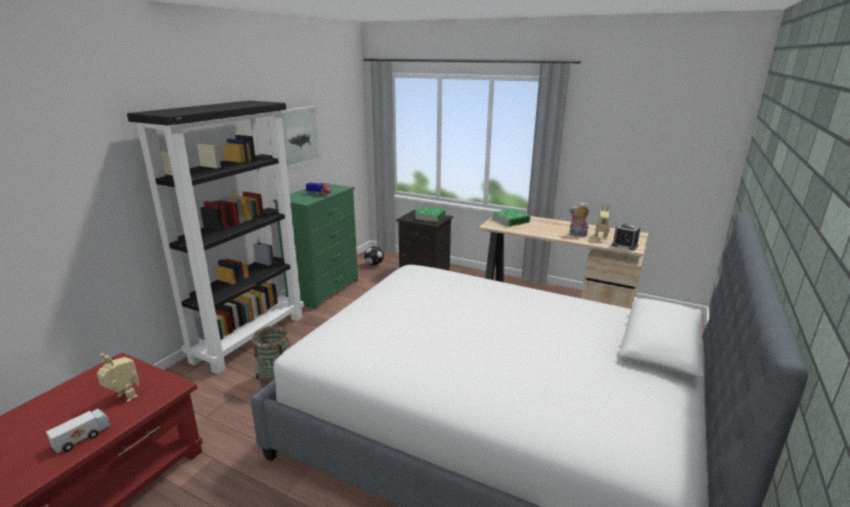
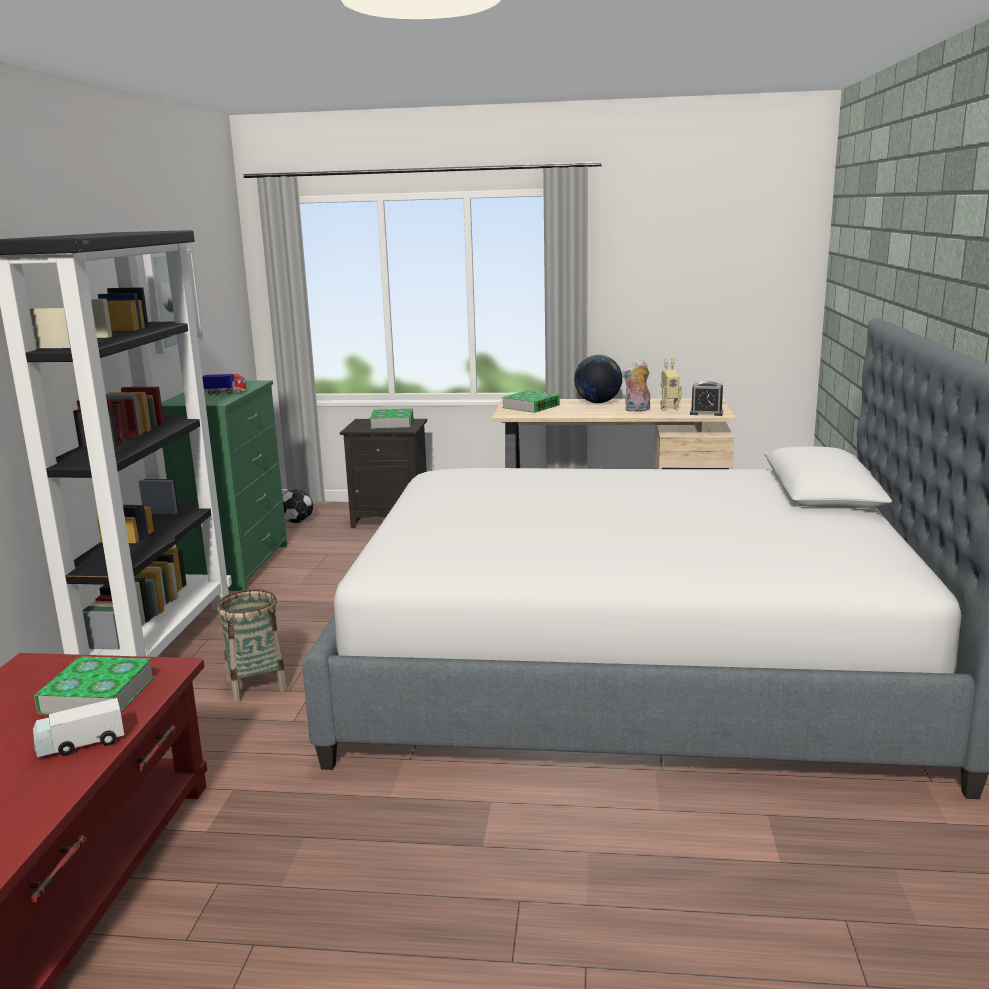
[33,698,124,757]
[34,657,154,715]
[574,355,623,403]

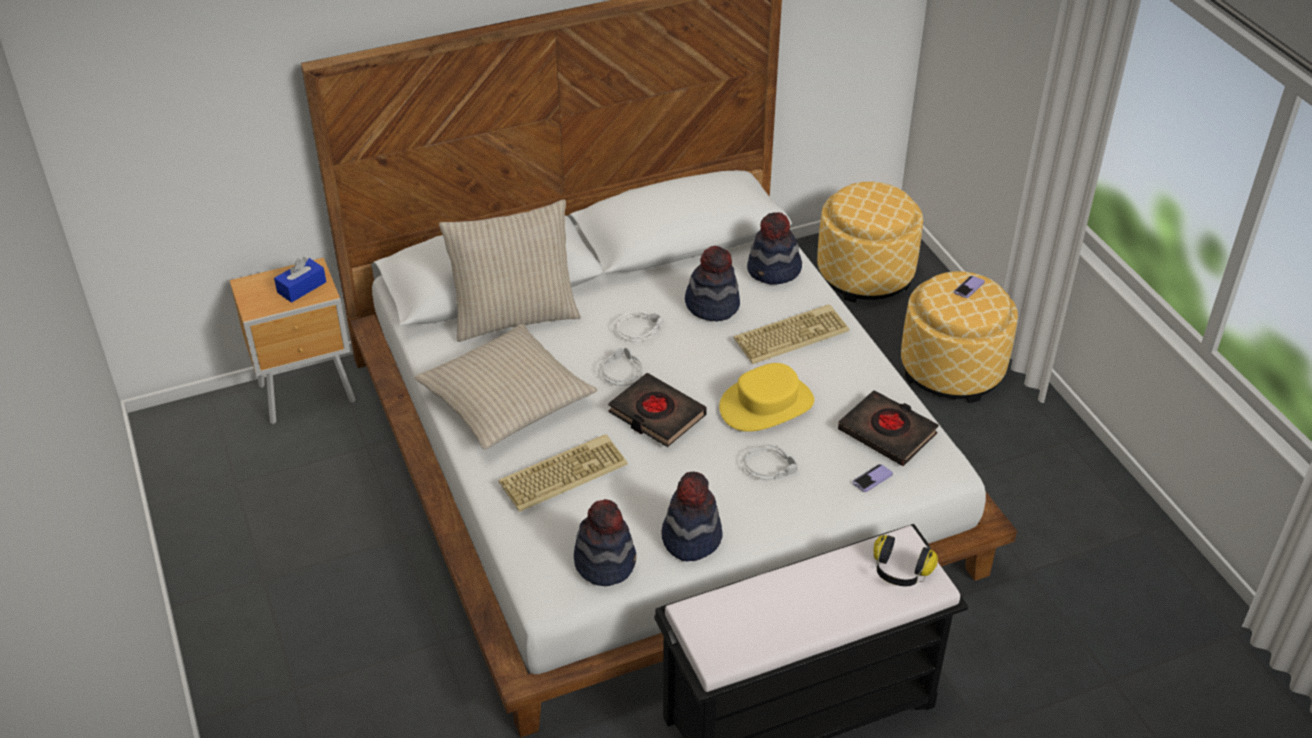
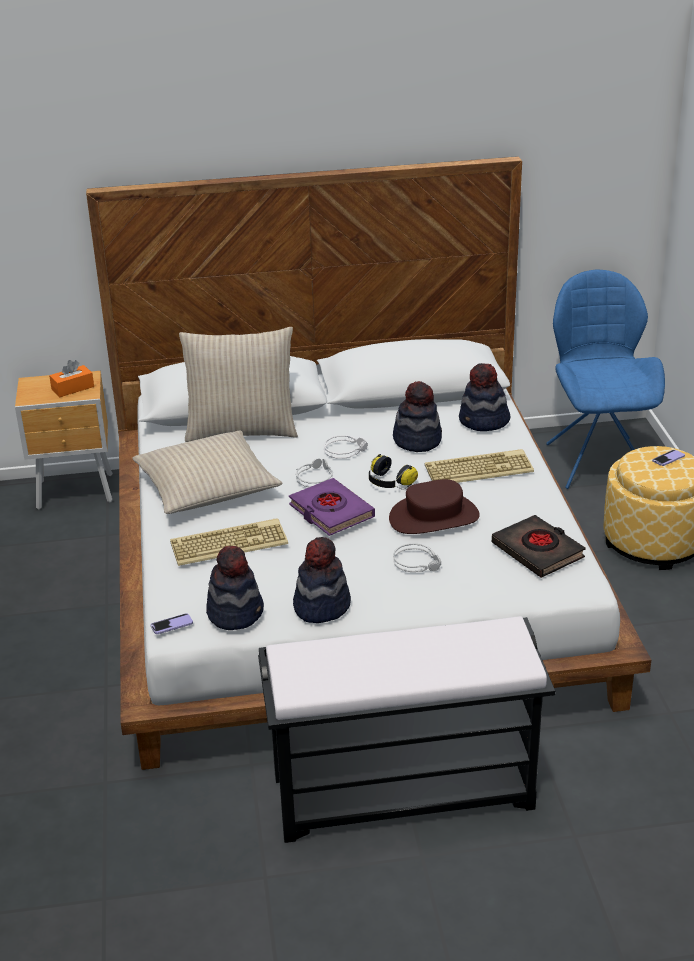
[49,360,94,397]
[150,613,193,634]
[289,478,375,536]
[369,454,418,490]
[389,479,480,534]
[546,270,665,489]

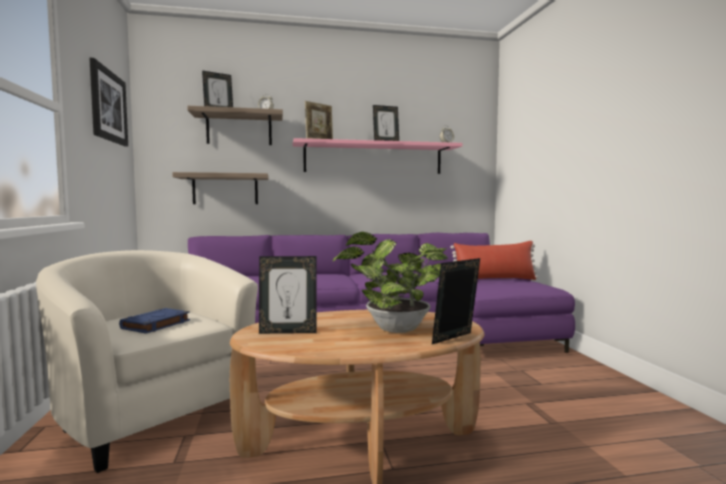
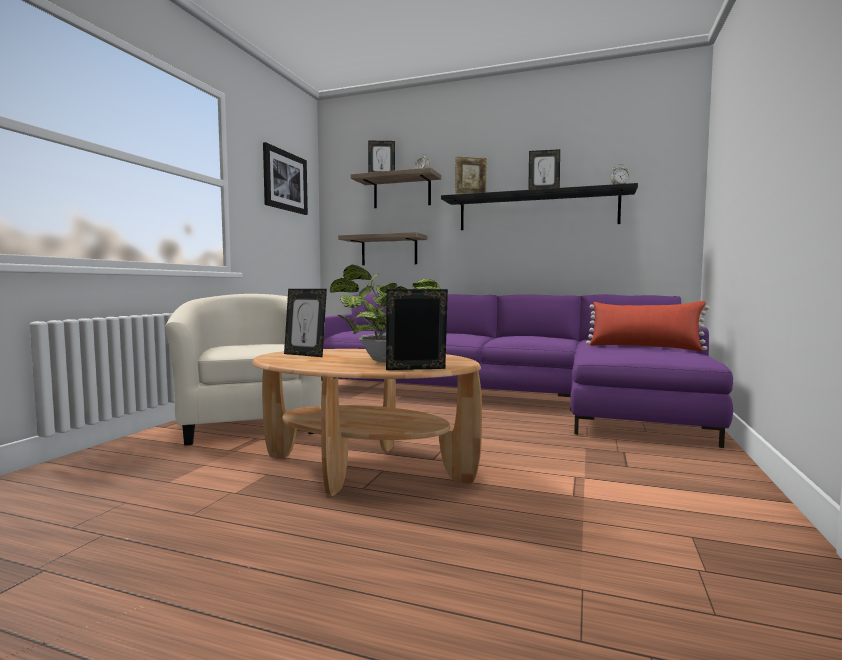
[441,183,638,230]
[119,308,190,334] (first image)

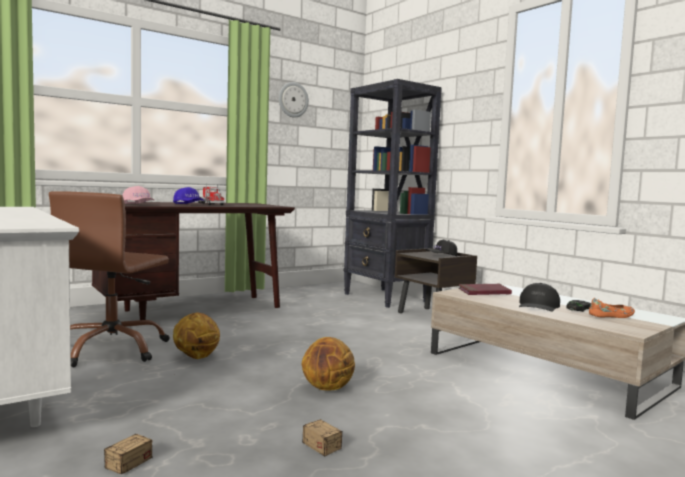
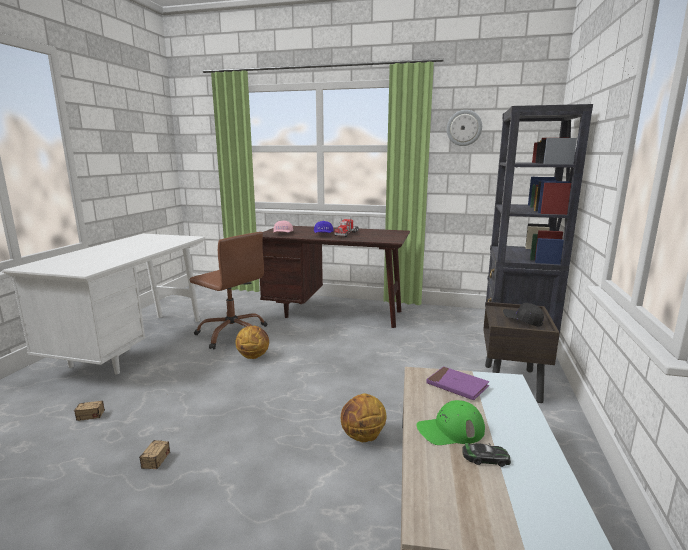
[190,232,267,349]
[341,394,386,442]
[417,400,485,445]
[426,366,489,400]
[589,298,635,318] (first image)

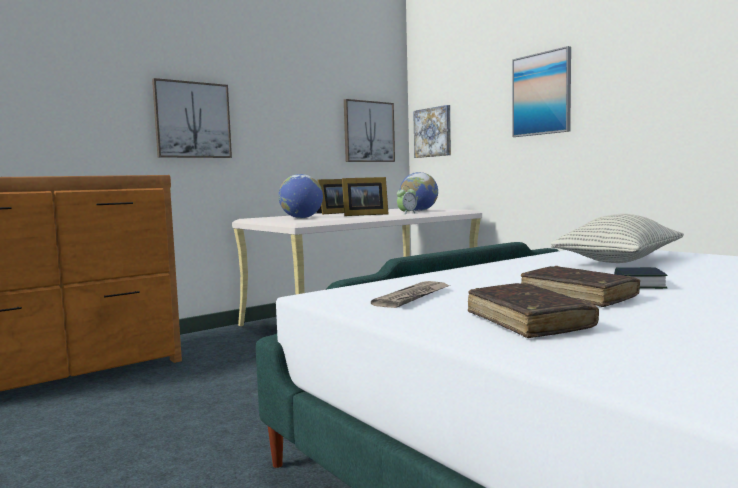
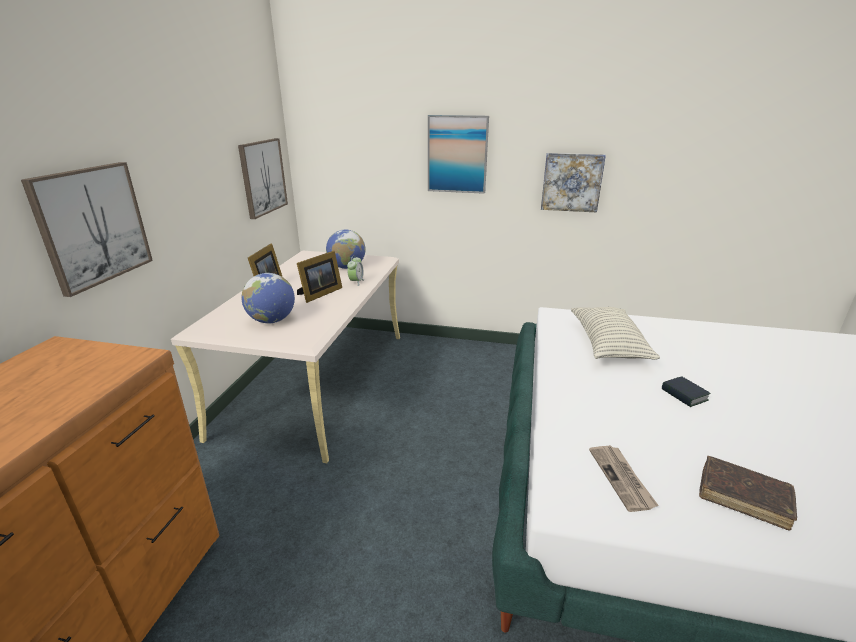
[541,153,606,212]
[521,266,640,307] (first image)

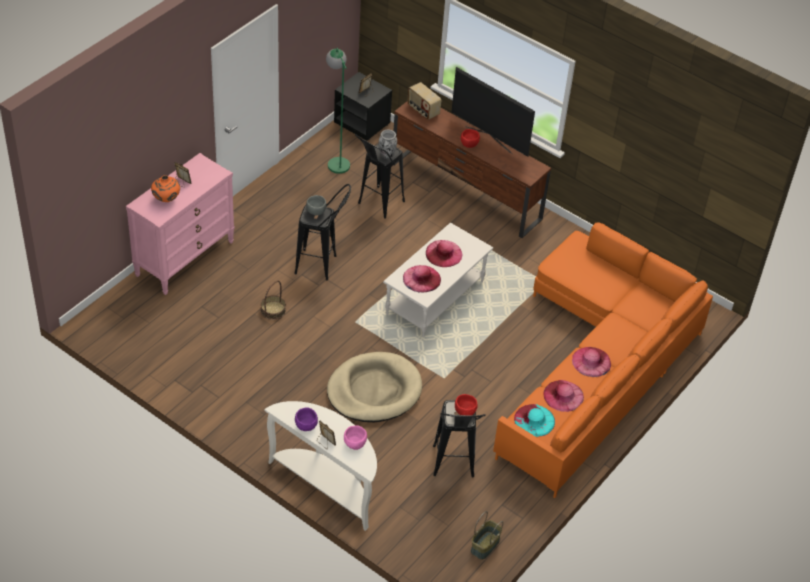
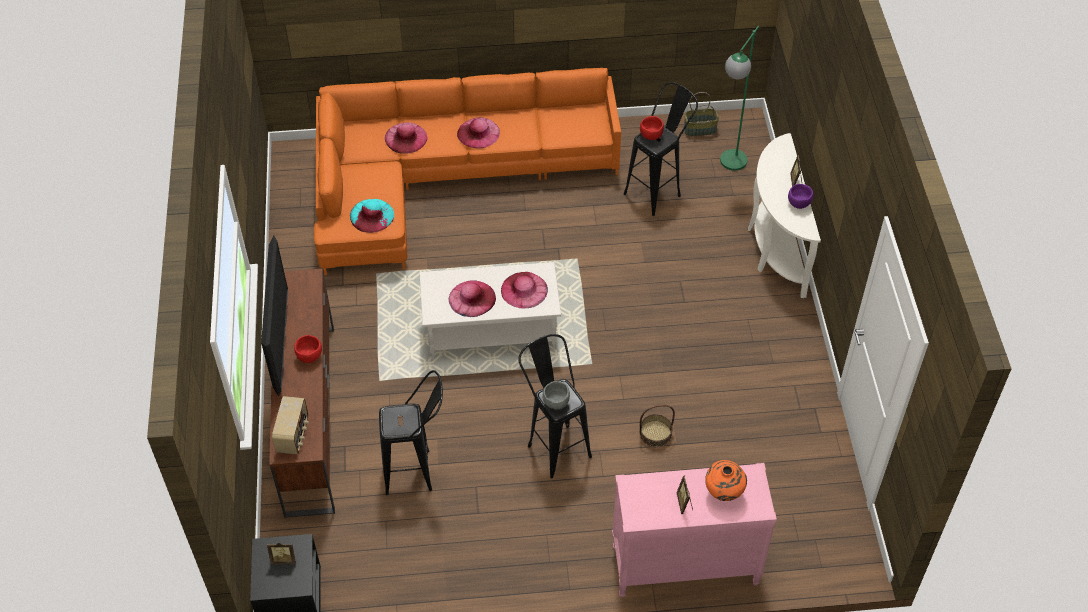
[350,199,394,233]
[385,122,428,154]
[720,26,759,171]
[327,352,422,422] (first image)
[344,425,367,450] (first image)
[379,130,397,159] (first image)

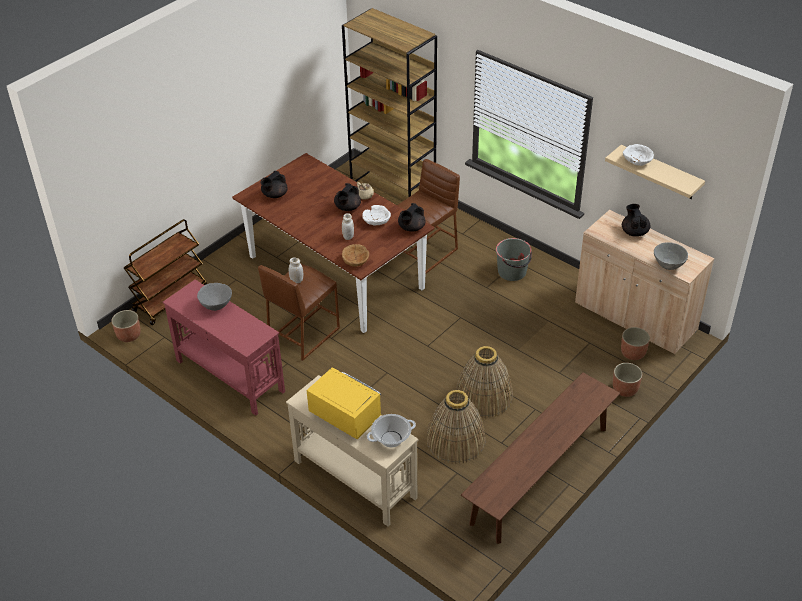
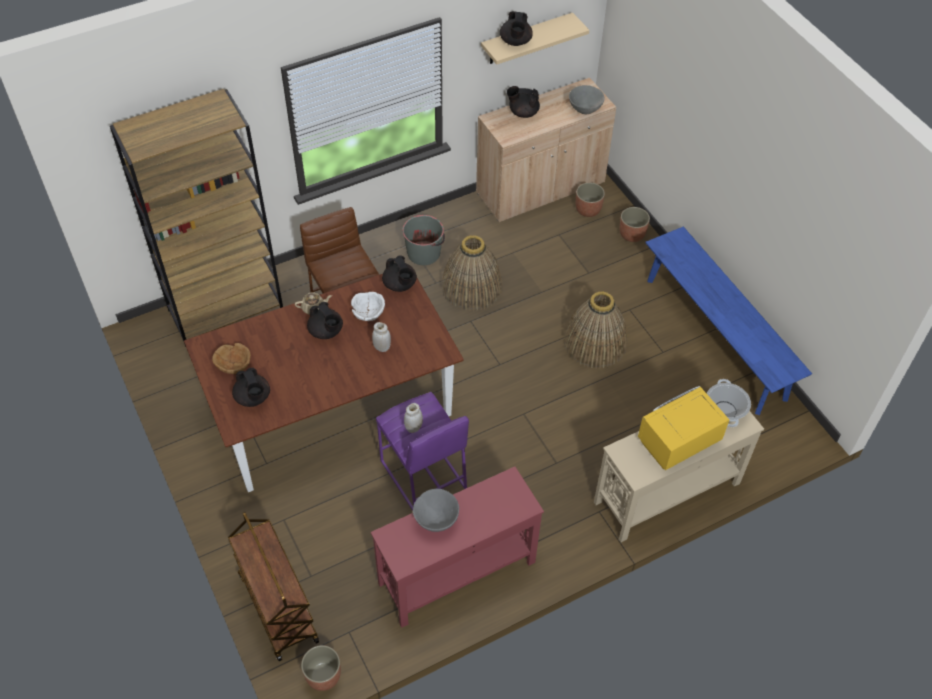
[212,343,251,374]
[376,392,469,511]
[442,235,503,311]
[500,11,533,46]
[645,227,812,415]

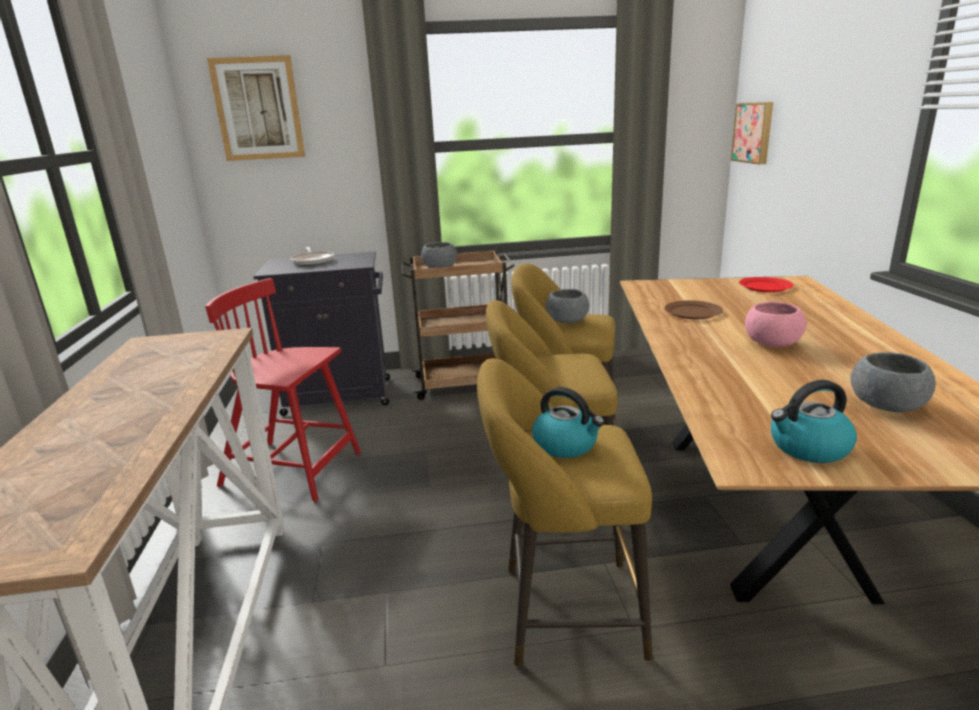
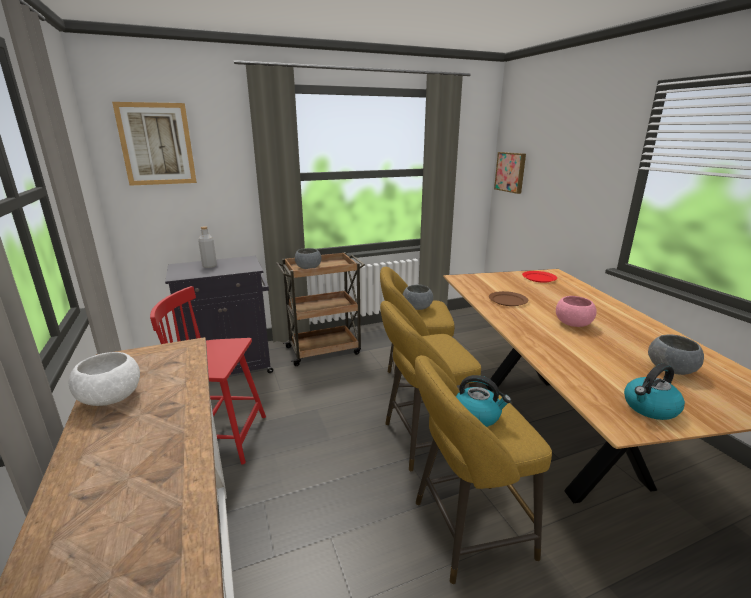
[69,352,140,406]
[198,226,217,268]

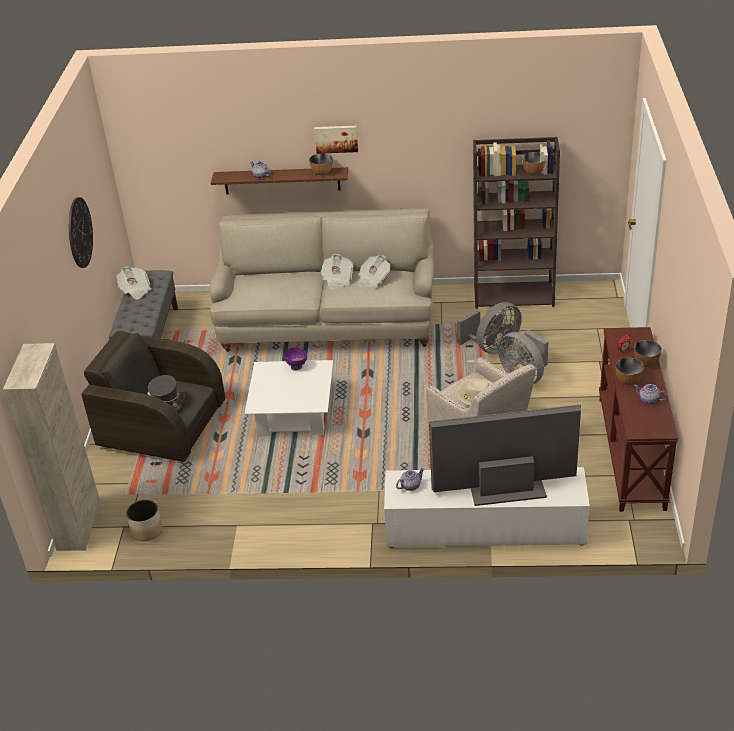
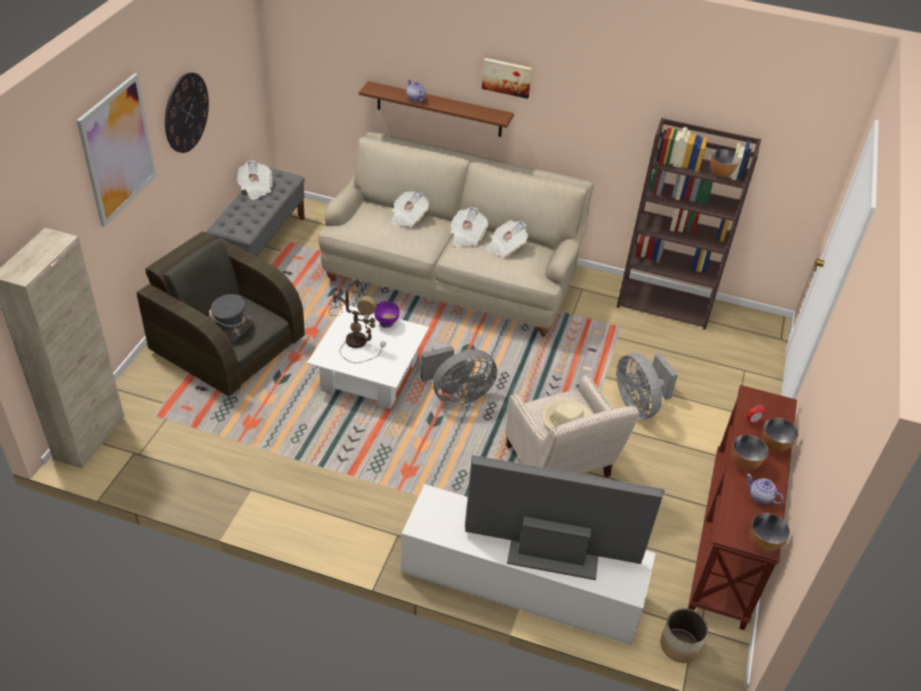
[76,73,156,227]
[329,279,386,363]
[391,191,429,227]
[420,346,497,406]
[660,608,708,663]
[750,513,790,552]
[396,468,424,491] (first image)

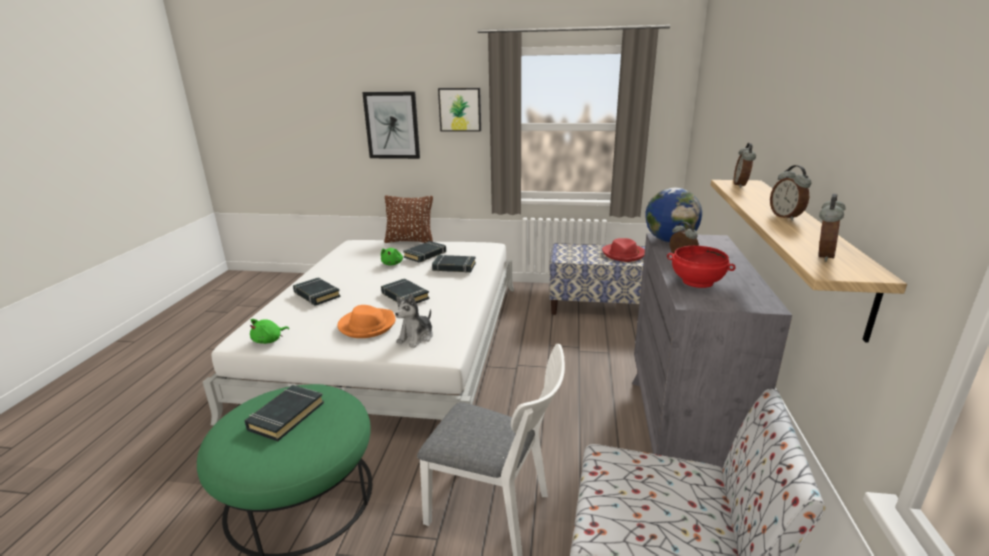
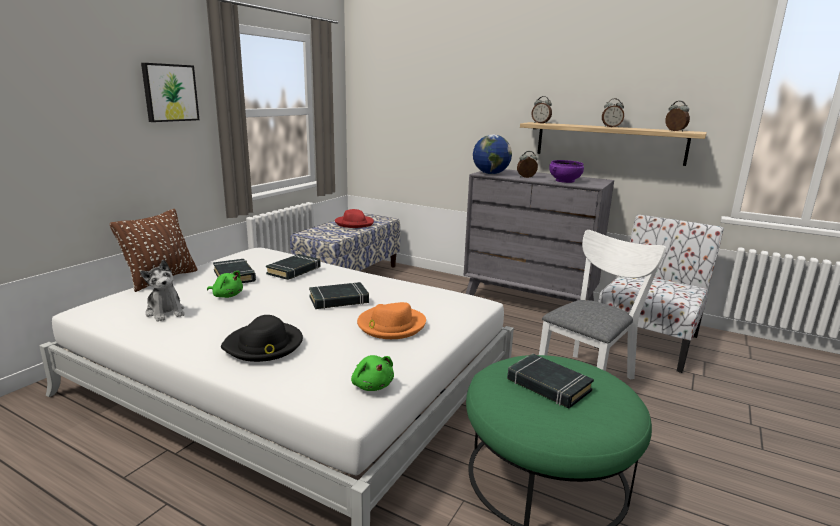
[140,259,184,322]
[221,315,303,362]
[549,160,584,183]
[362,92,420,159] (first image)

